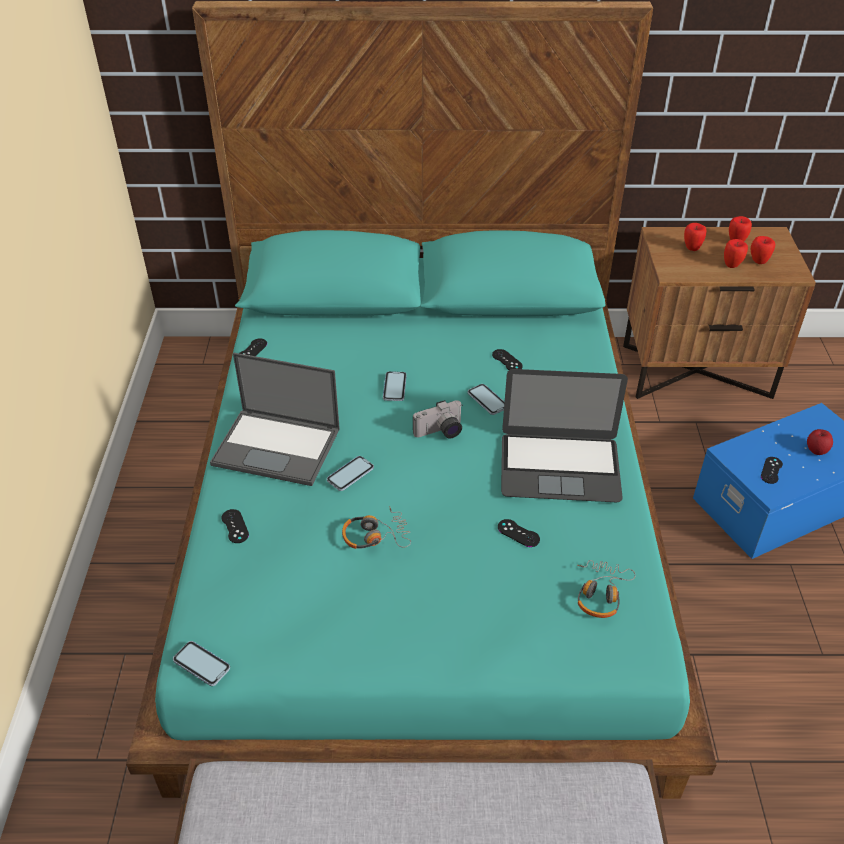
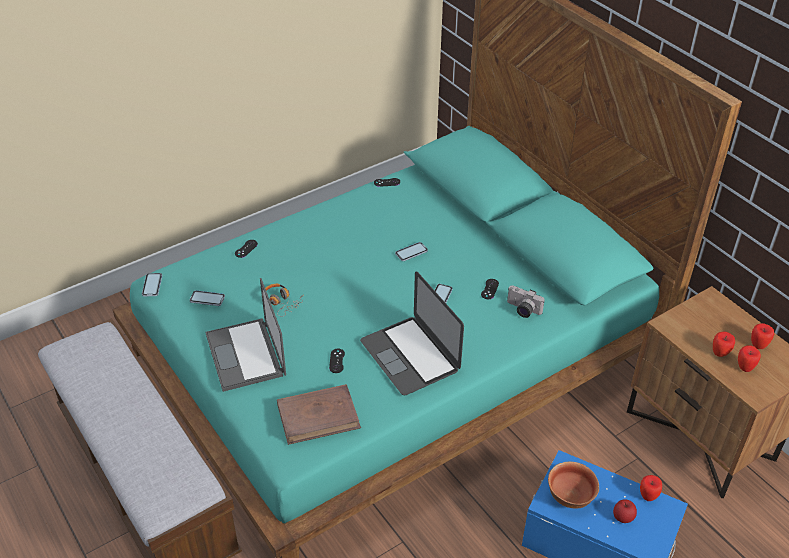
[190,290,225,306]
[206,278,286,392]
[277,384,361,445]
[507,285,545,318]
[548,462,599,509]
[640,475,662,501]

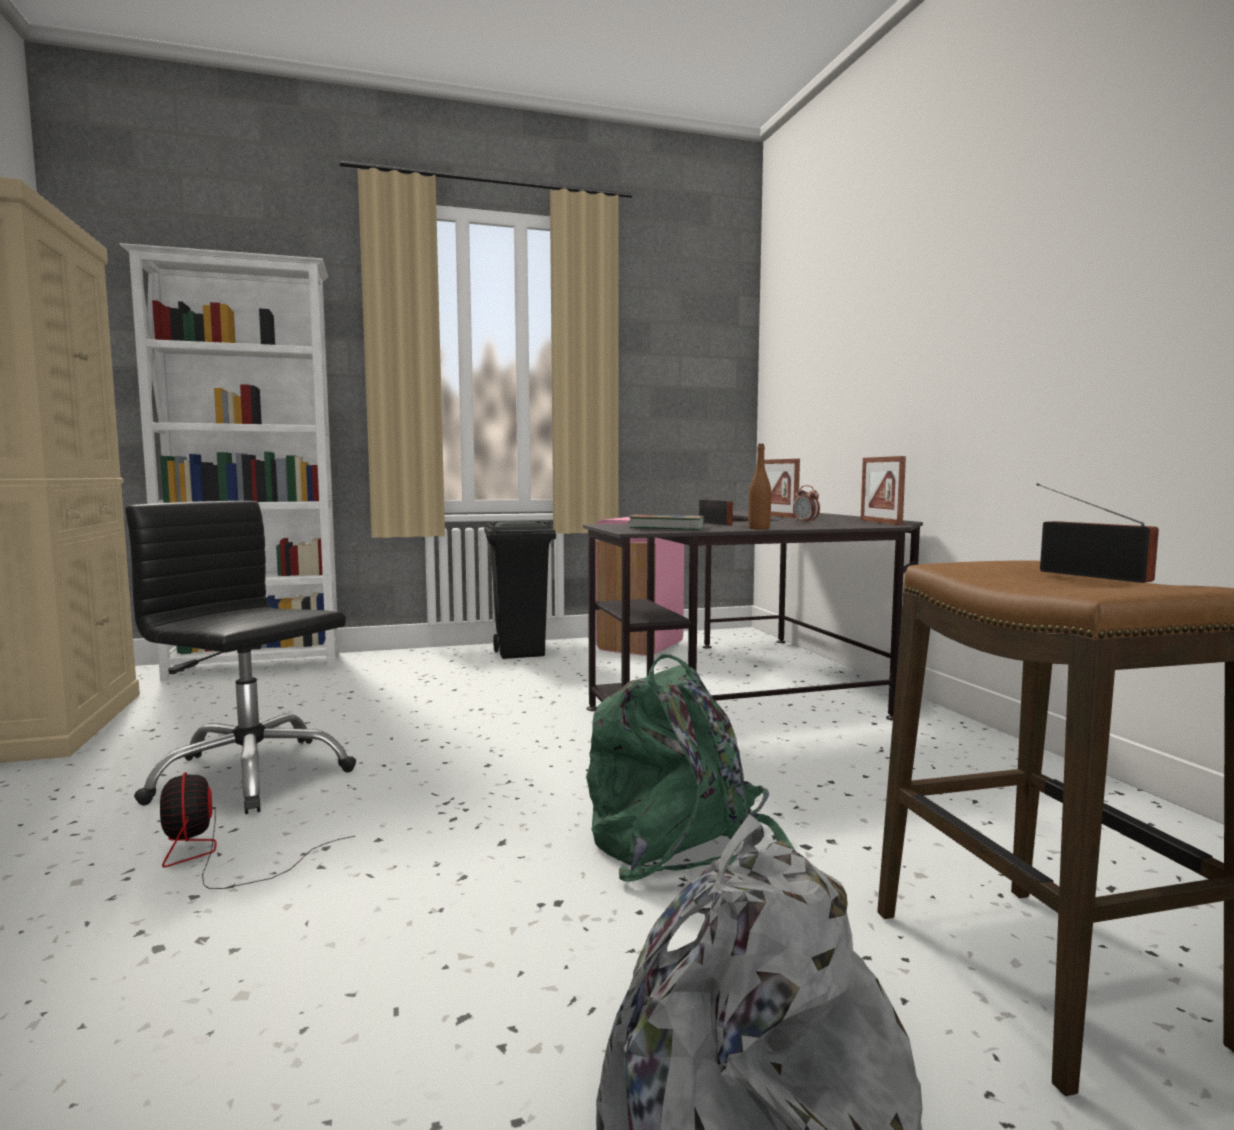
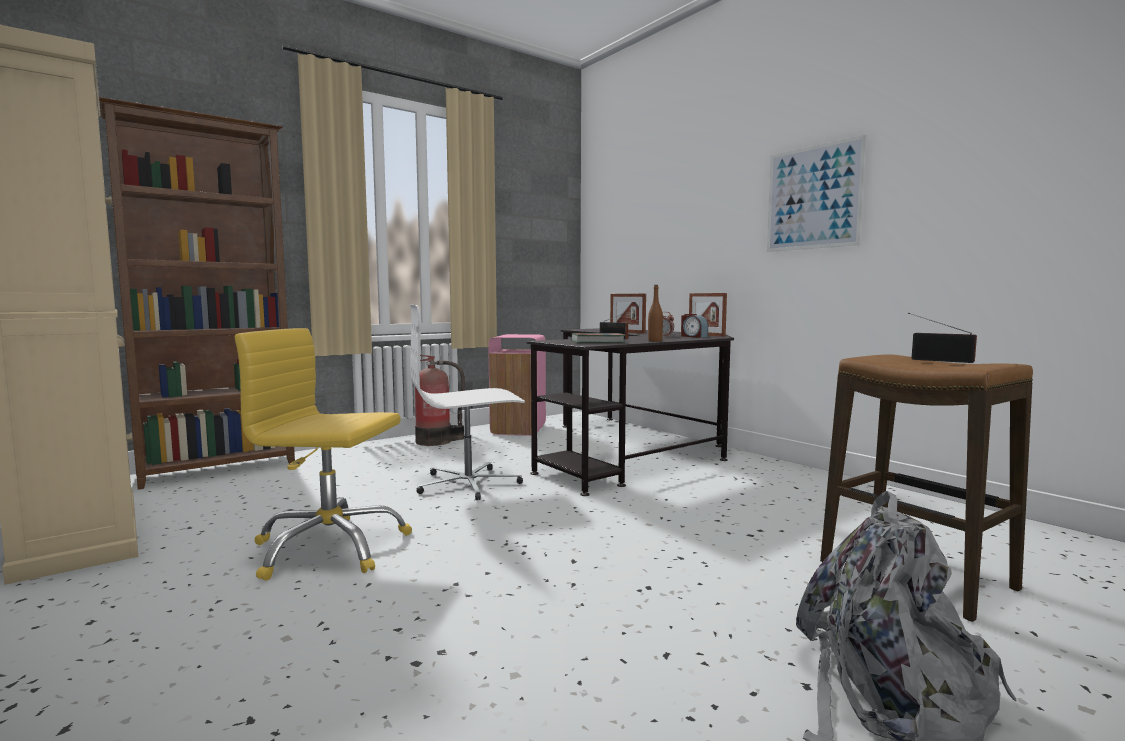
[99,97,295,490]
[235,328,412,581]
[410,305,525,500]
[415,355,465,446]
[681,314,708,338]
[767,135,867,252]
[160,772,355,889] (first image)
[586,654,795,882] (first image)

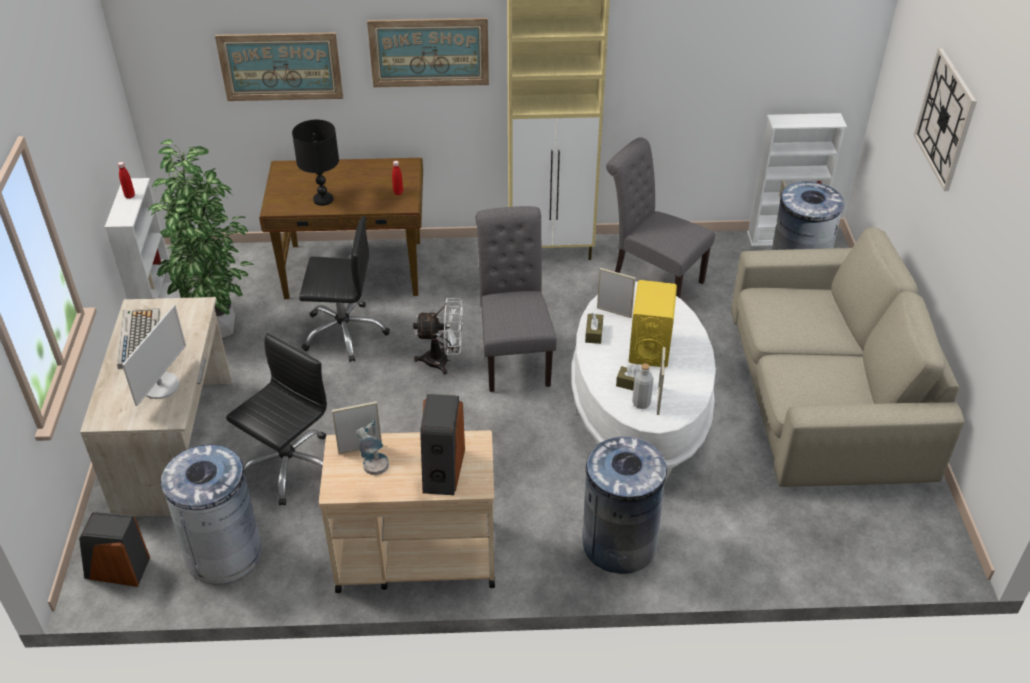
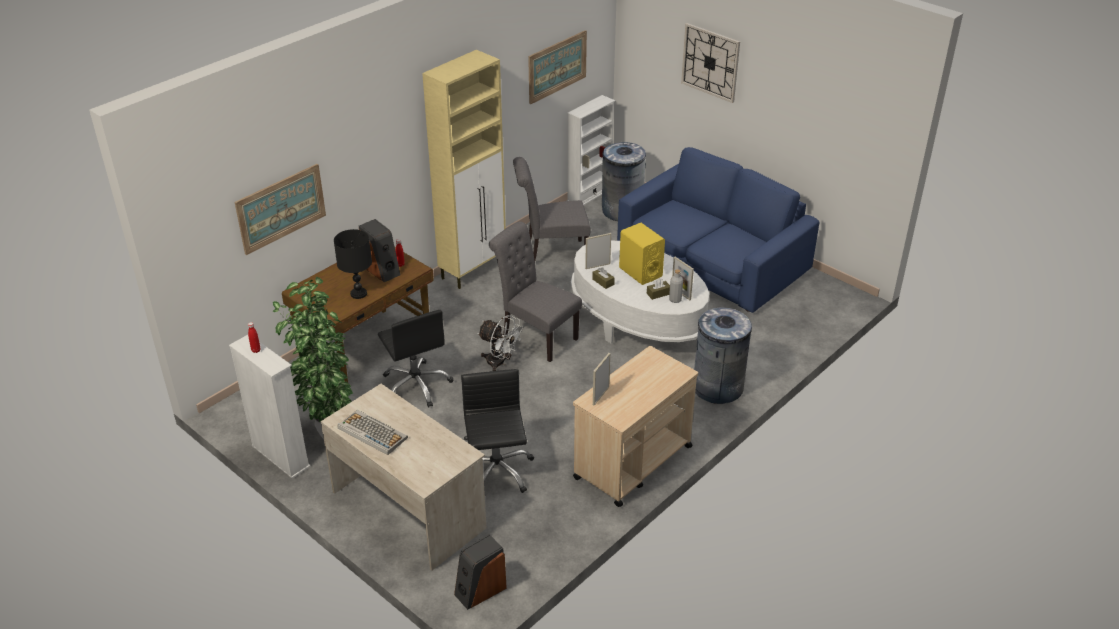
[359,219,400,282]
[378,310,454,408]
[477,315,523,371]
[528,30,587,104]
[617,147,819,313]
[122,305,186,406] (first image)
[161,445,261,585] (first image)
[356,420,389,475] (first image)

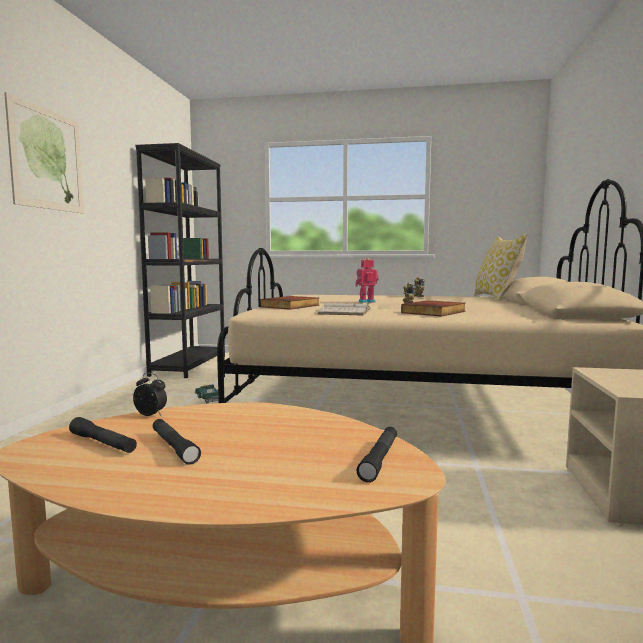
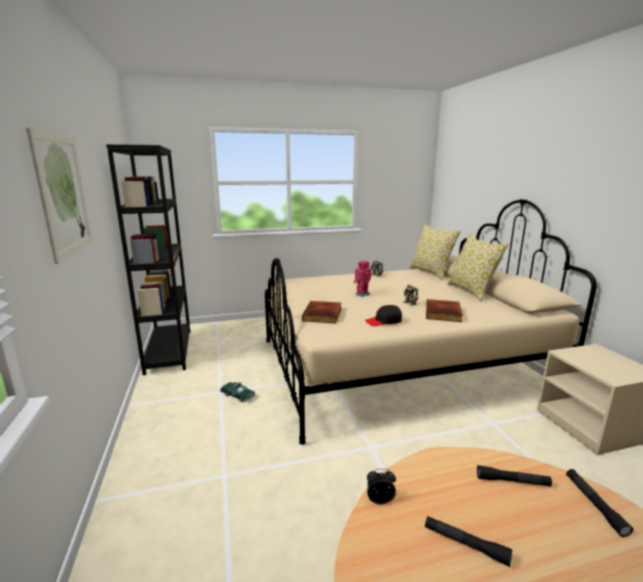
[365,305,402,326]
[447,233,509,301]
[477,465,552,487]

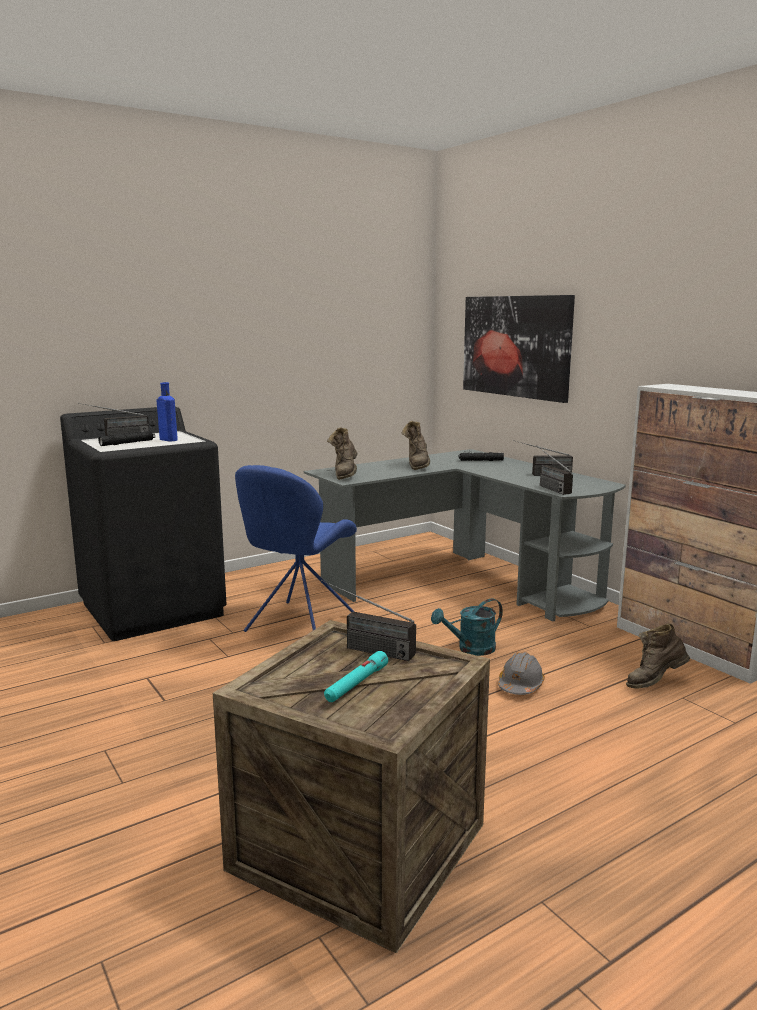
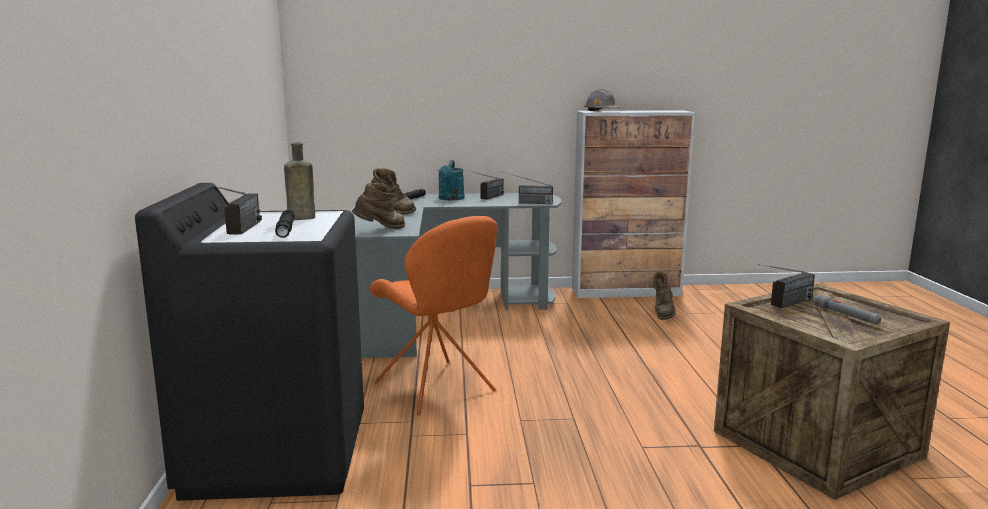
[284,142,315,220]
[352,183,405,229]
[370,216,497,415]
[438,160,465,200]
[584,89,621,111]
[814,295,881,324]
[463,295,575,403] (first image)

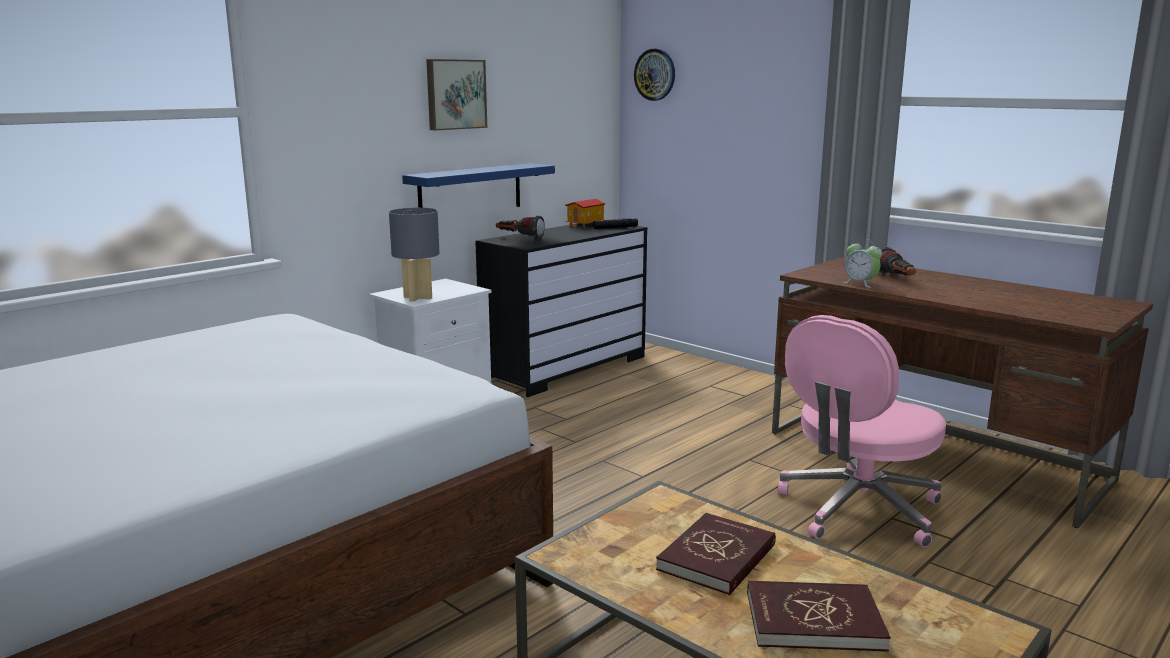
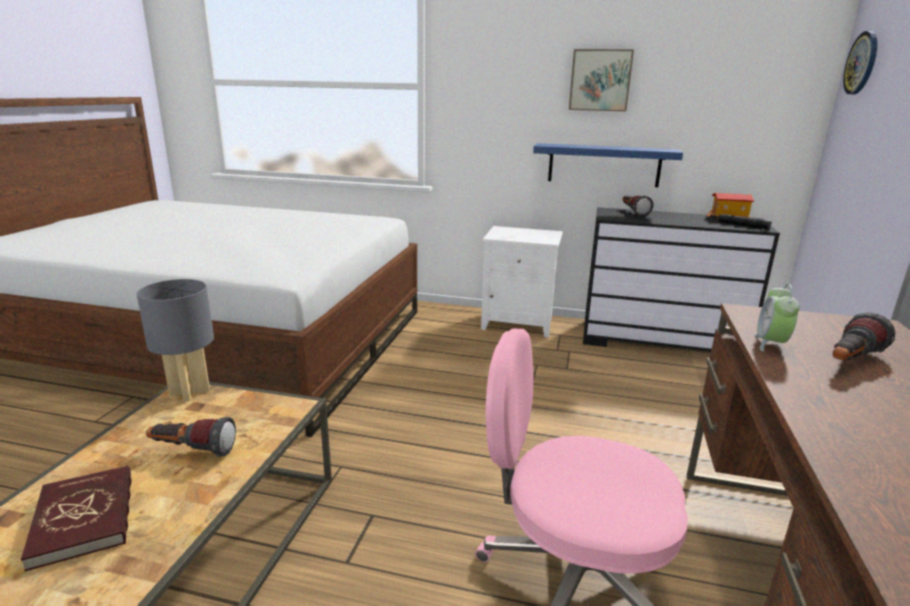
[137,279,214,402]
[146,416,236,457]

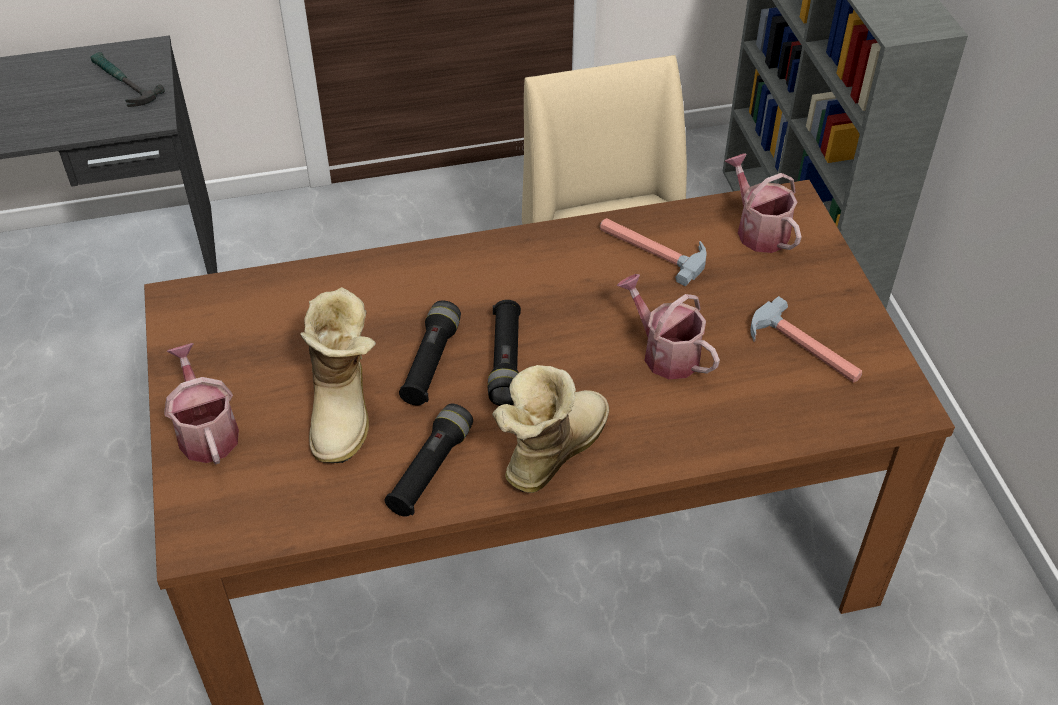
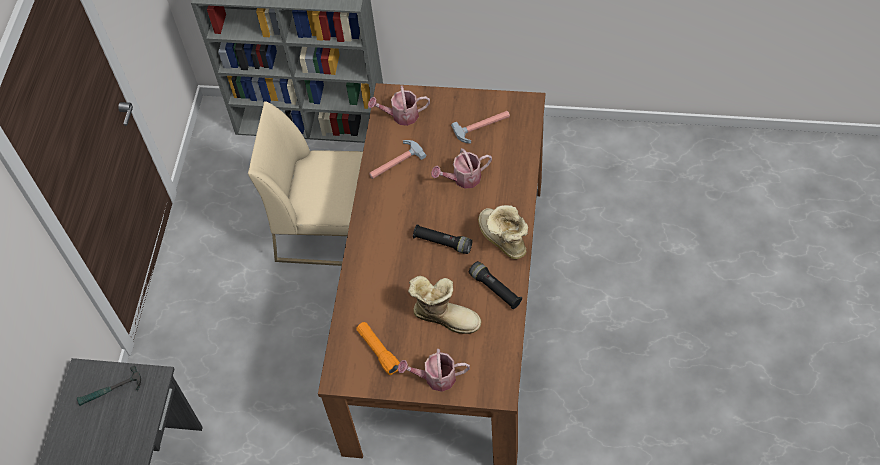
[357,322,400,375]
[399,300,461,405] (first image)

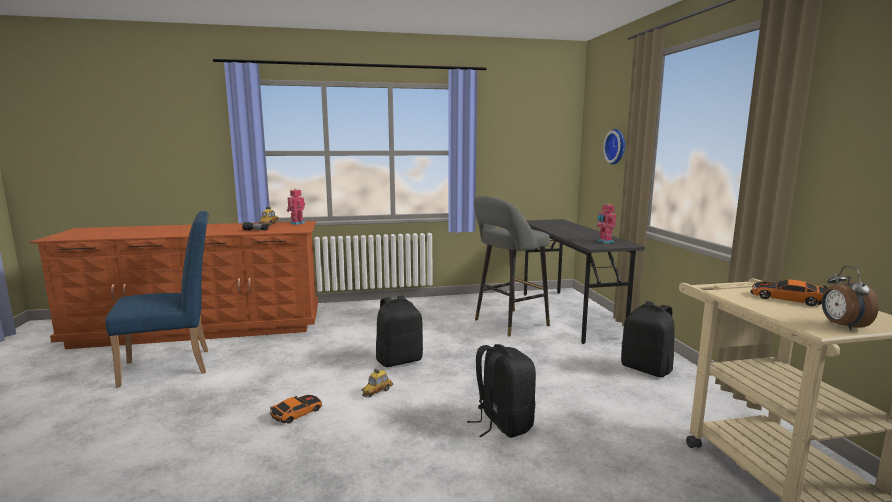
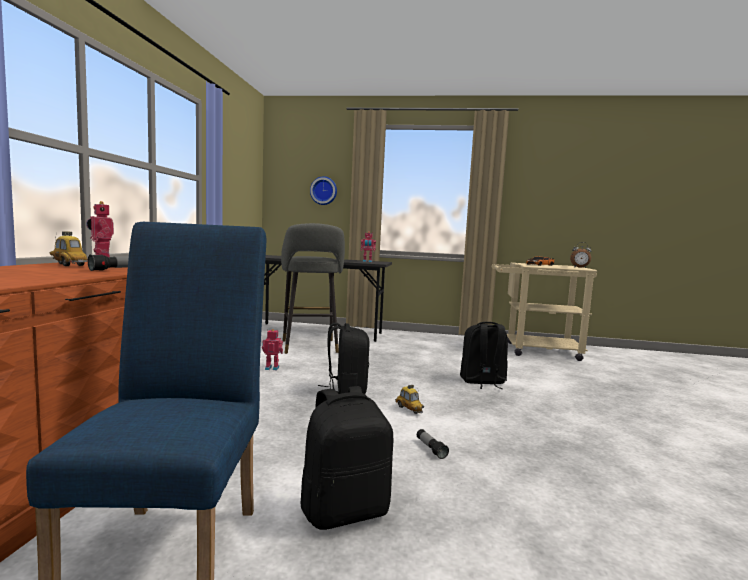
[262,329,283,370]
[301,386,393,530]
[417,429,449,459]

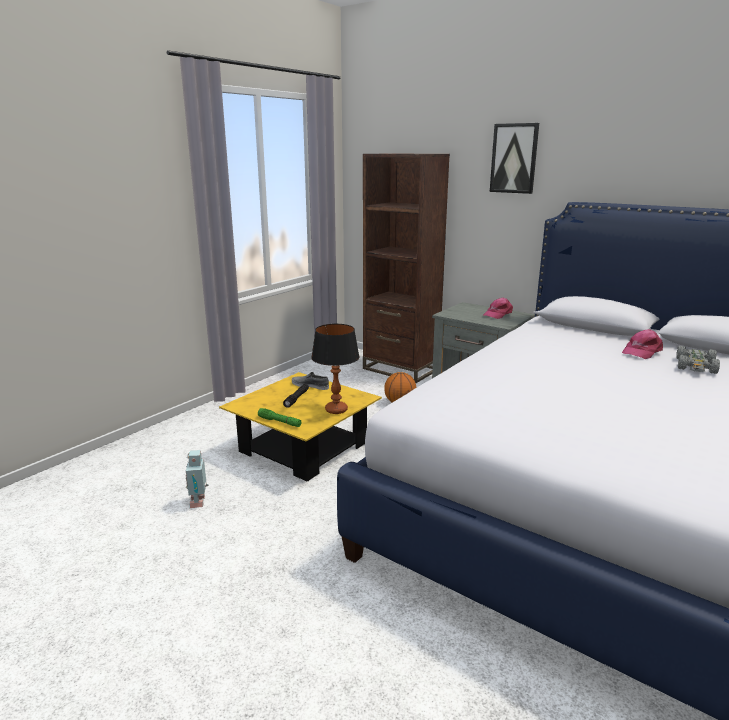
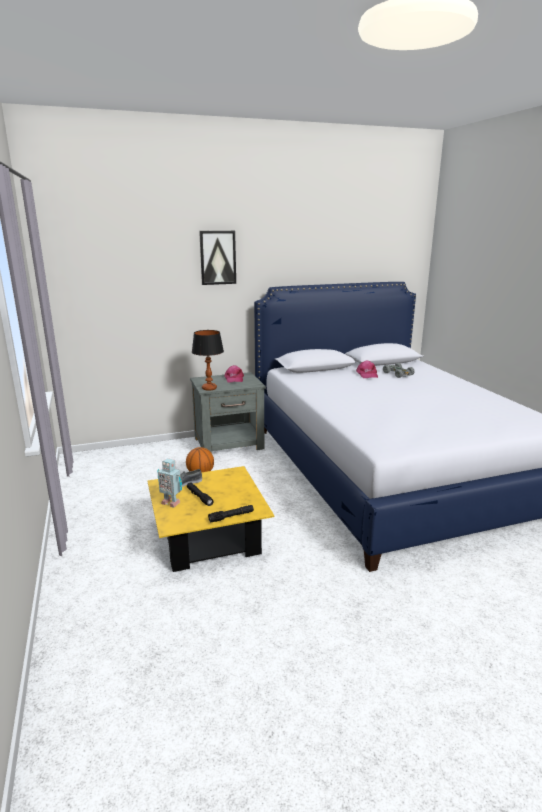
[157,458,182,508]
[192,330,224,391]
[208,505,254,522]
[363,153,450,383] (first image)

